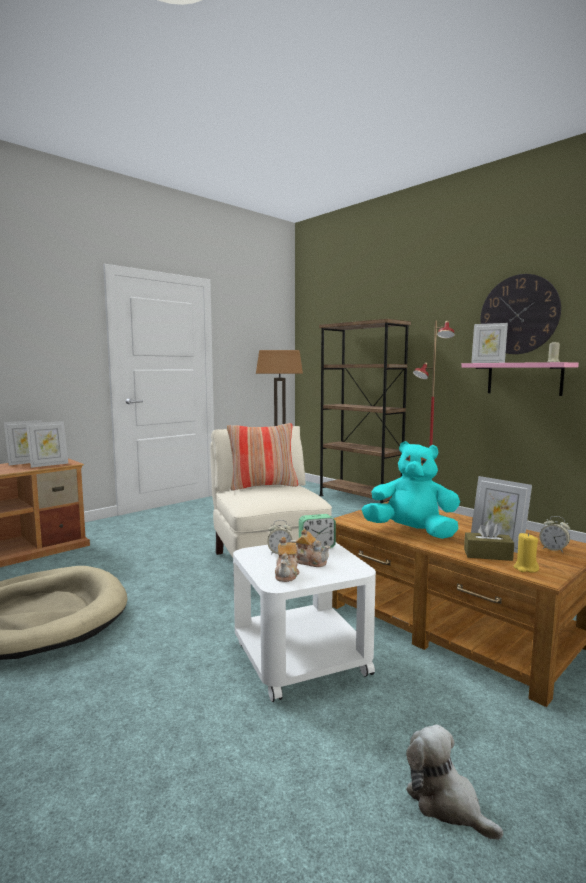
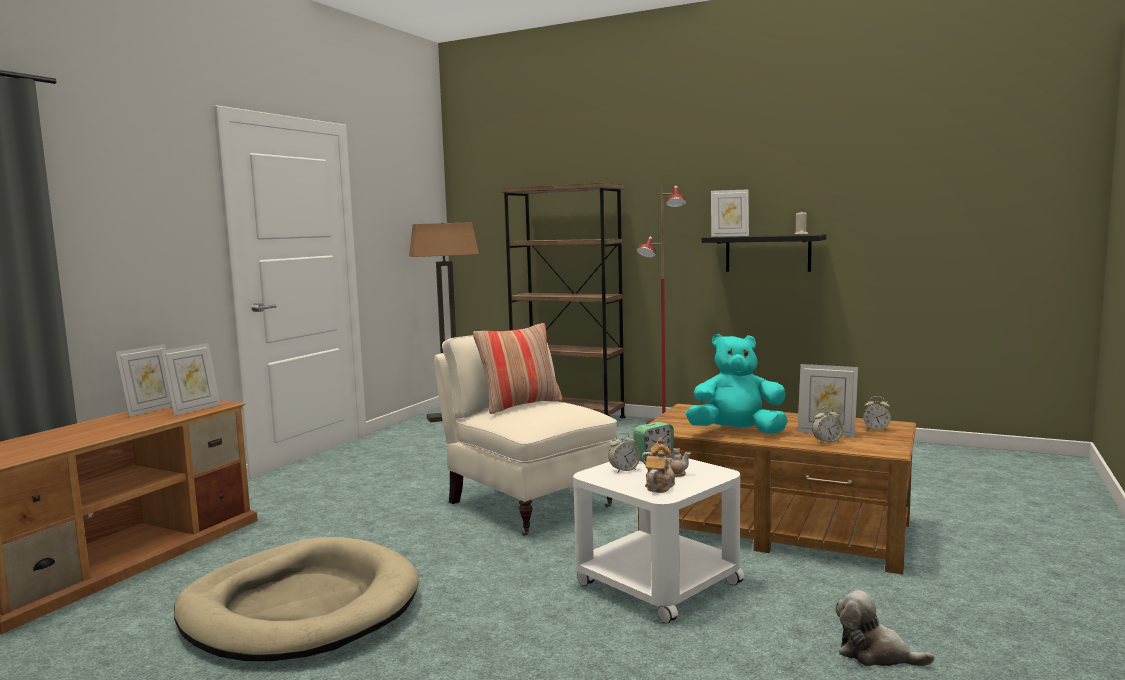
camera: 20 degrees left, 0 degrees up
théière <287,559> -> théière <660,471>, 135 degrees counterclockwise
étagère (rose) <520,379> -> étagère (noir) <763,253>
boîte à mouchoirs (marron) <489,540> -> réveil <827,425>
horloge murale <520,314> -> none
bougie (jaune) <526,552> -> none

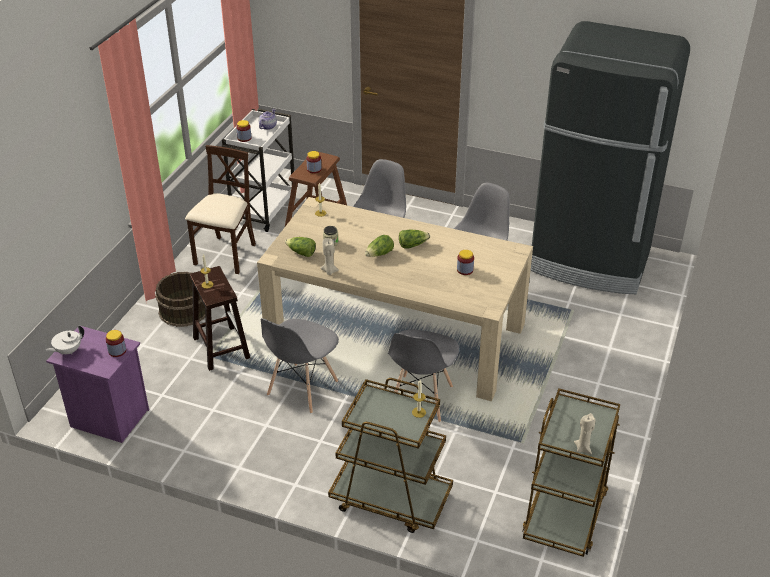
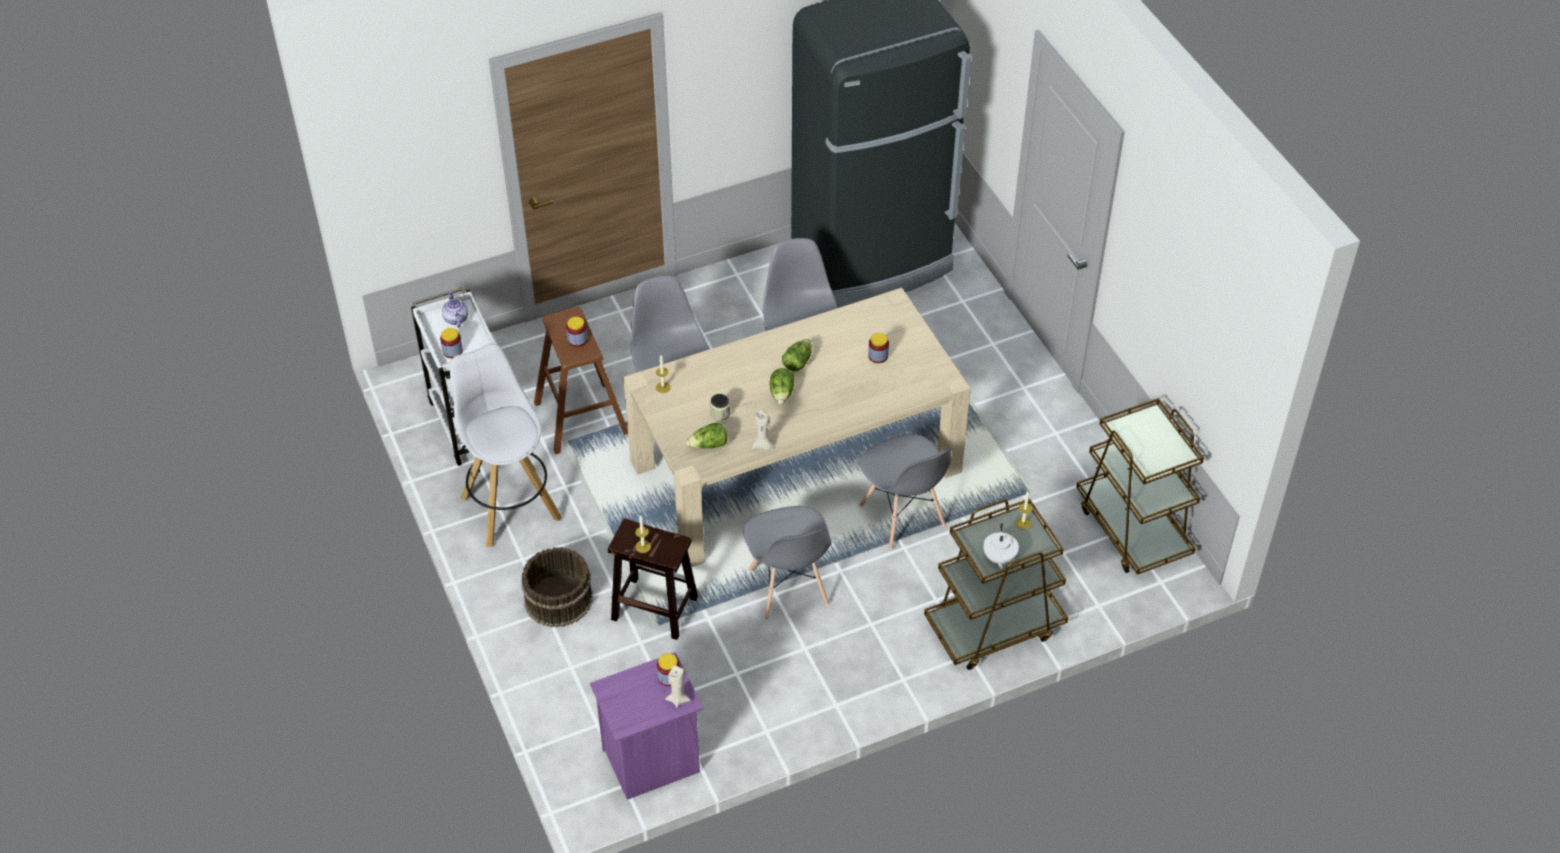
camera: 45 degrees left, 10 degrees up
théière (blanc) <64,340> -> théière (blanc) <1001,546>, moved
chaise (beige) <220,209> -> tabouret (blanc) <506,445>
bougie (beige) <584,433> -> bougie (beige) <678,686>, moved

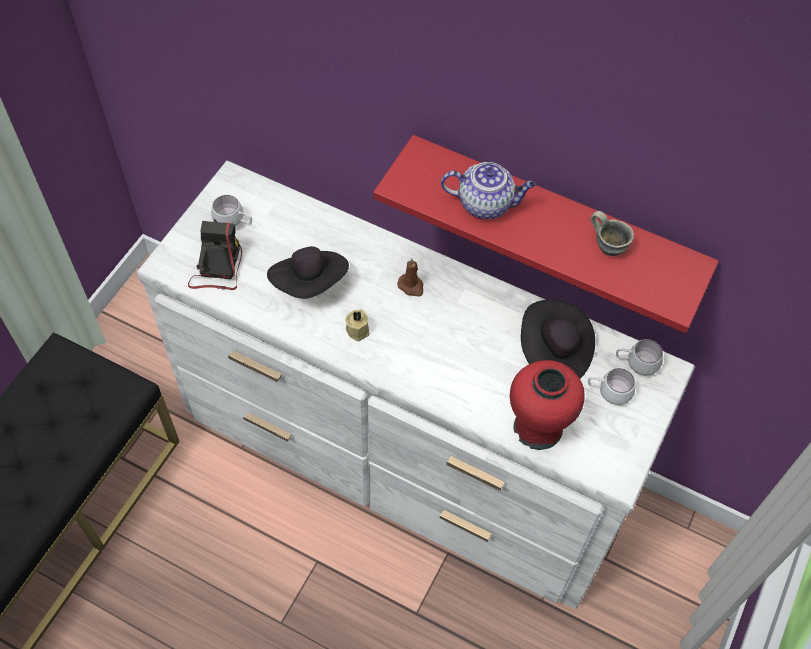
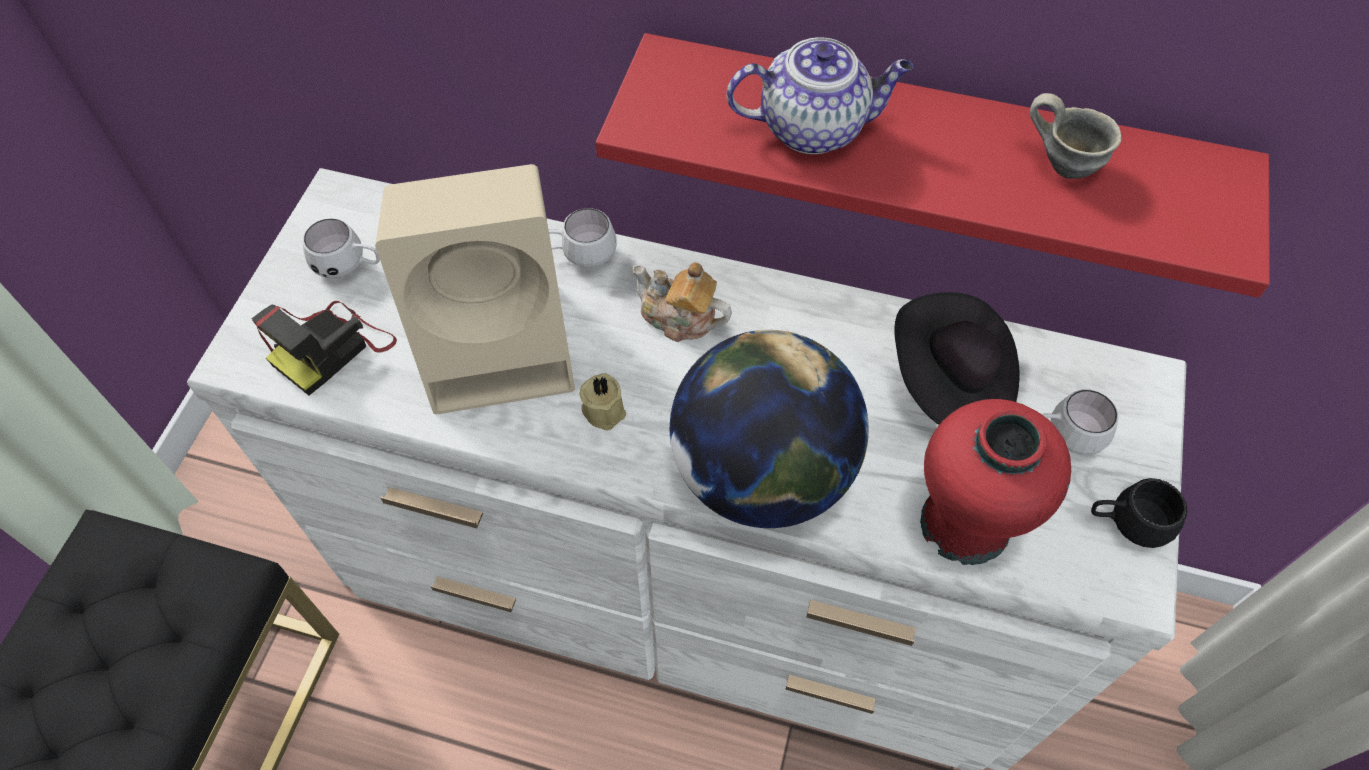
camera: 10 degrees left, 0 degrees up
appareil photo <215,255> -> appareil photo <324,348>, 135 degrees counterclockwise
chapeau (noir) <308,272> -> enceinte (beige) <475,289>
bougie (marron) <410,278> -> théière <682,302>
mug (blanc) <639,357> -> mug (blanc) <583,238>, moved
none -> globe <769,429>
none -> mug (noir) <1139,513>

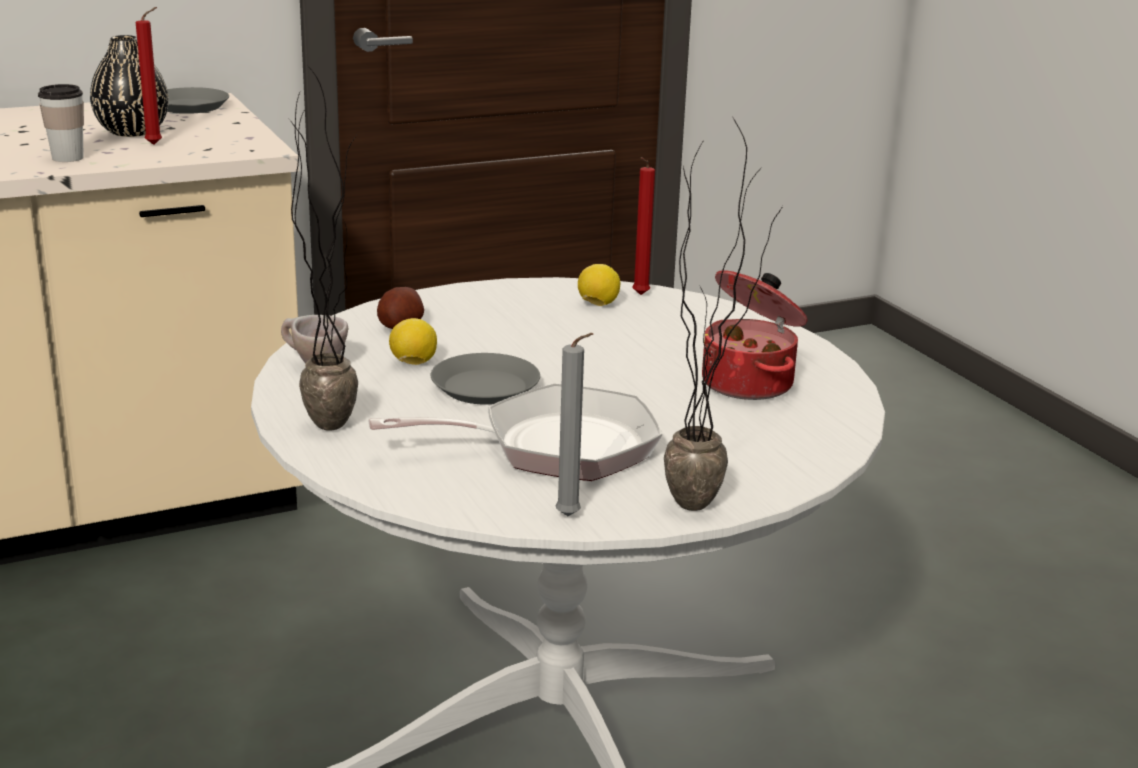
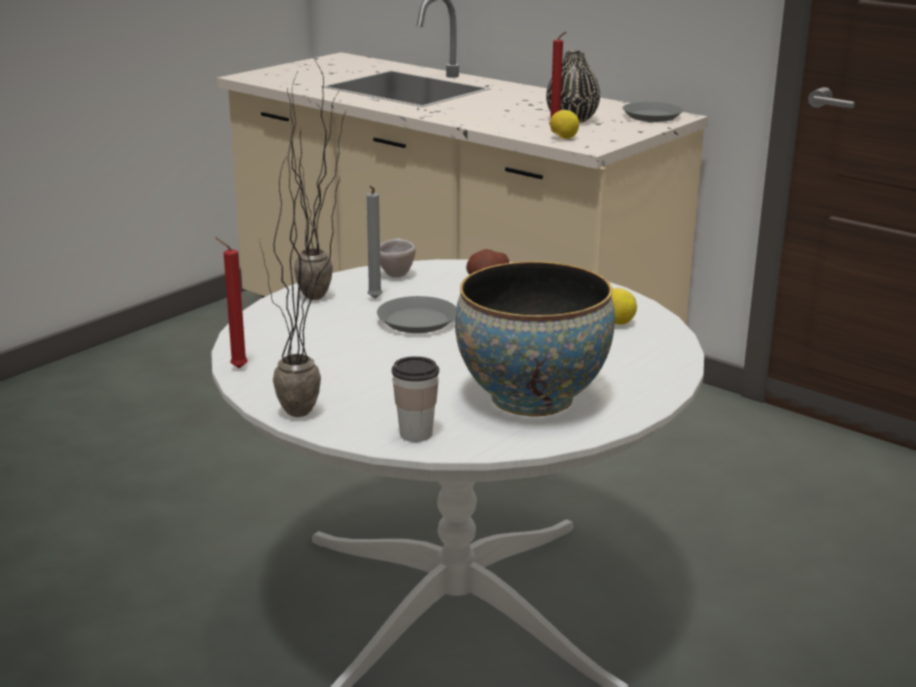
camera: 65 degrees right, 0 degrees up
tasse <61,123> -> tasse <415,399>, moved
poêle <515,432> -> none
citron <413,341> -> citron <564,124>, moved
bougie (gris) <574,424> -> bougie (gris) <374,242>, moved
bougie (rouge) <643,226> -> bougie (rouge) <231,302>, moved
marmite <754,335> -> bol <535,338>

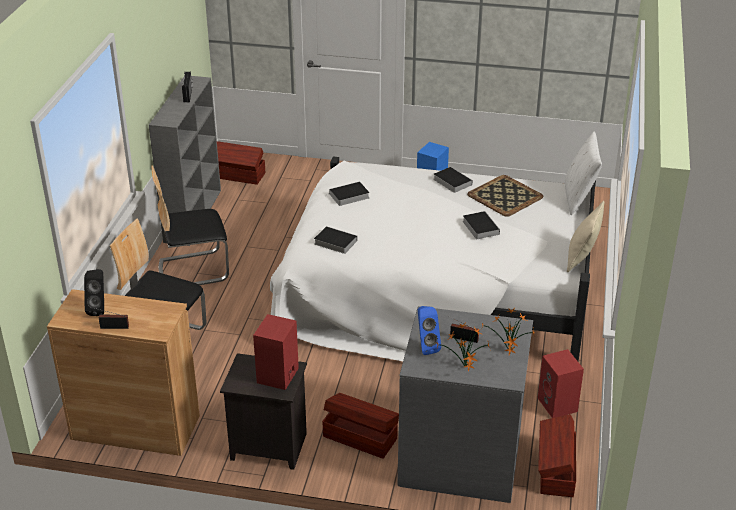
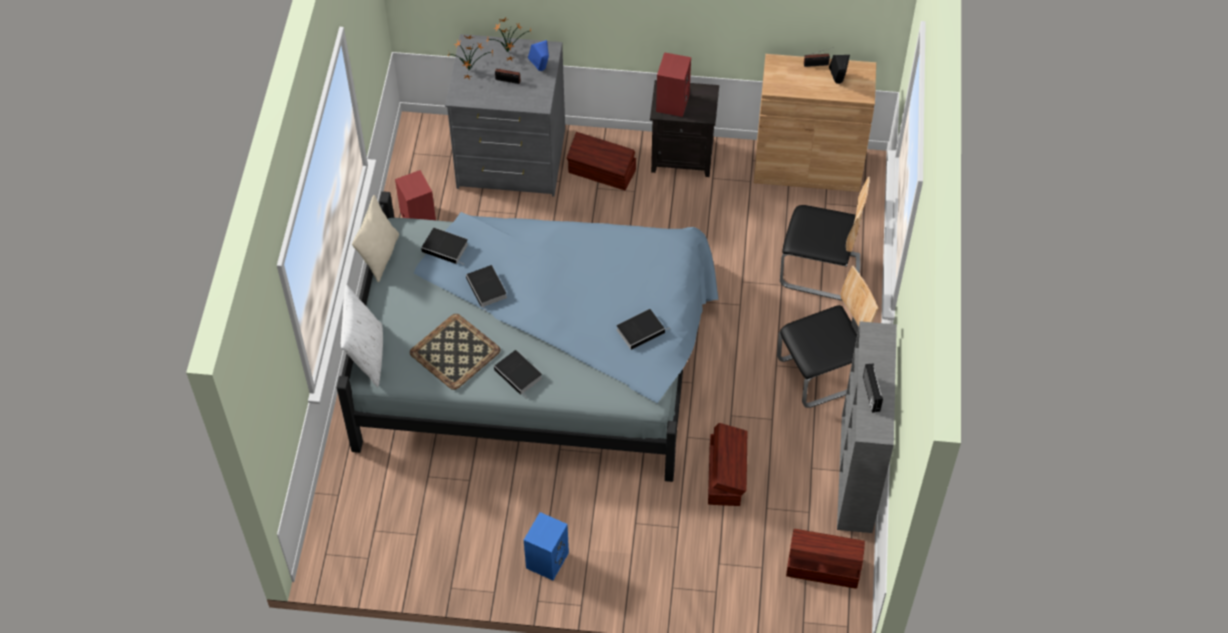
camera: 175 degrees right, 20 degrees up
lit (blanc) <433,258> -> lit (bleu) <527,336>
livre <335,240> -> livre <444,246>, moved
boîte de rangement (marron) <557,455> -> boîte de rangement (marron) <727,464>, moved

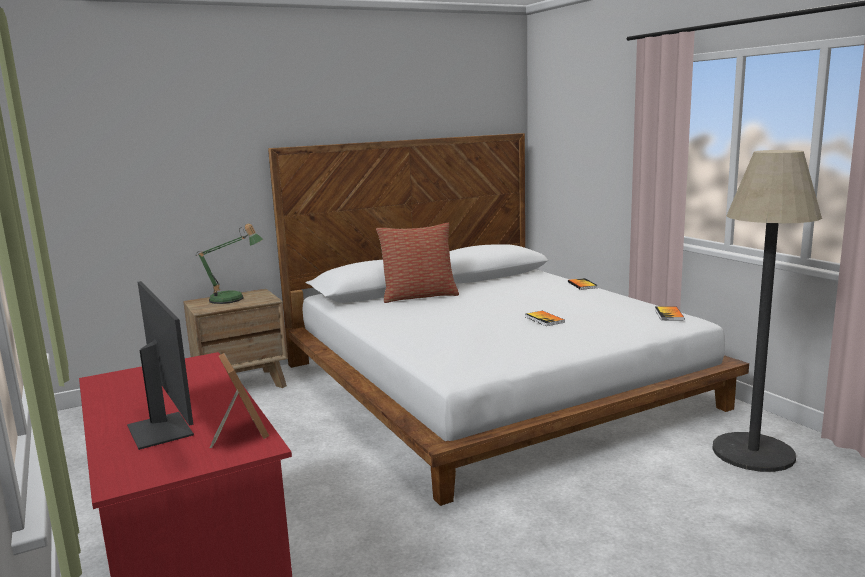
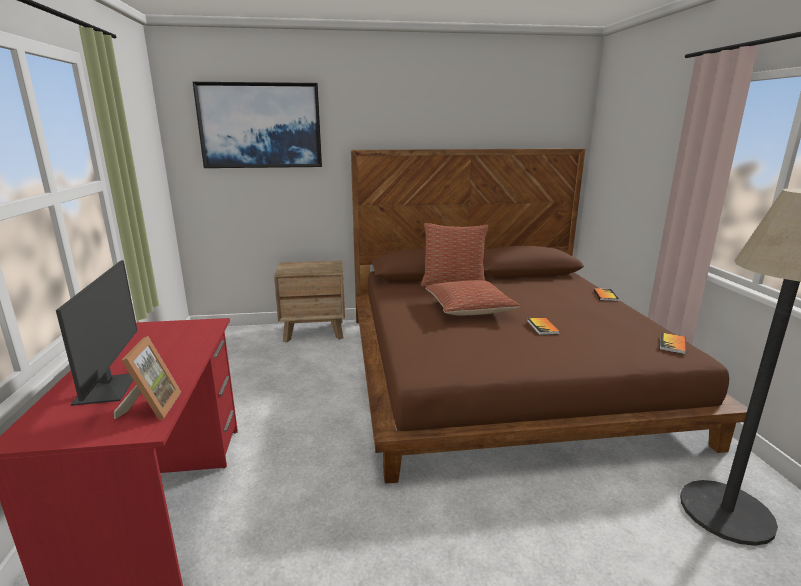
camera: 20 degrees right, 5 degrees up
lampe de table <229,263> -> none
lit (blanc) <508,319> -> lit (marron) <549,316>
none -> tableau <257,125>
none -> coussin <473,297>

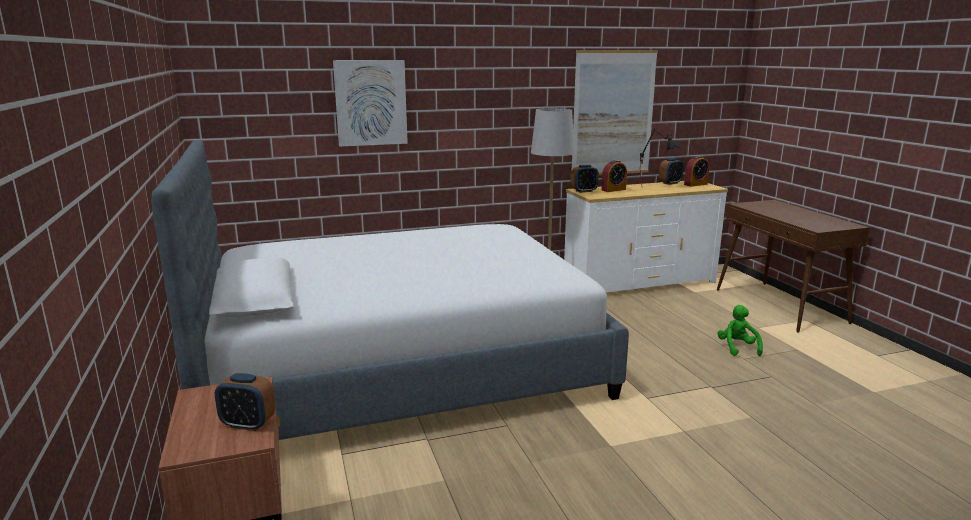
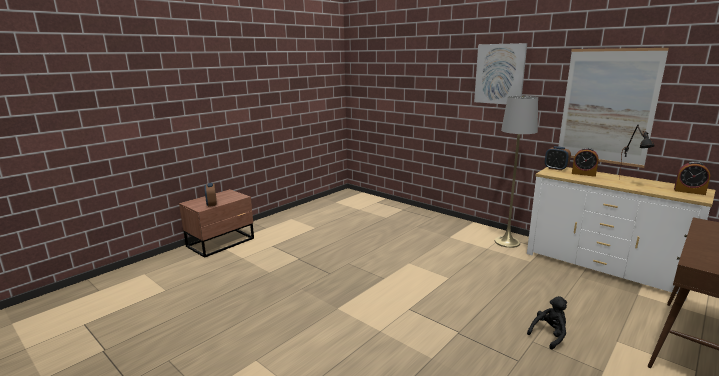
camera: 60 degrees right, 0 degrees up
lit <390,290> -> none
tableau <370,103> -> tableau <500,73>, moved
réveil <671,171> -> none
peluche (vert) <740,330> -> peluche (noir) <547,323>

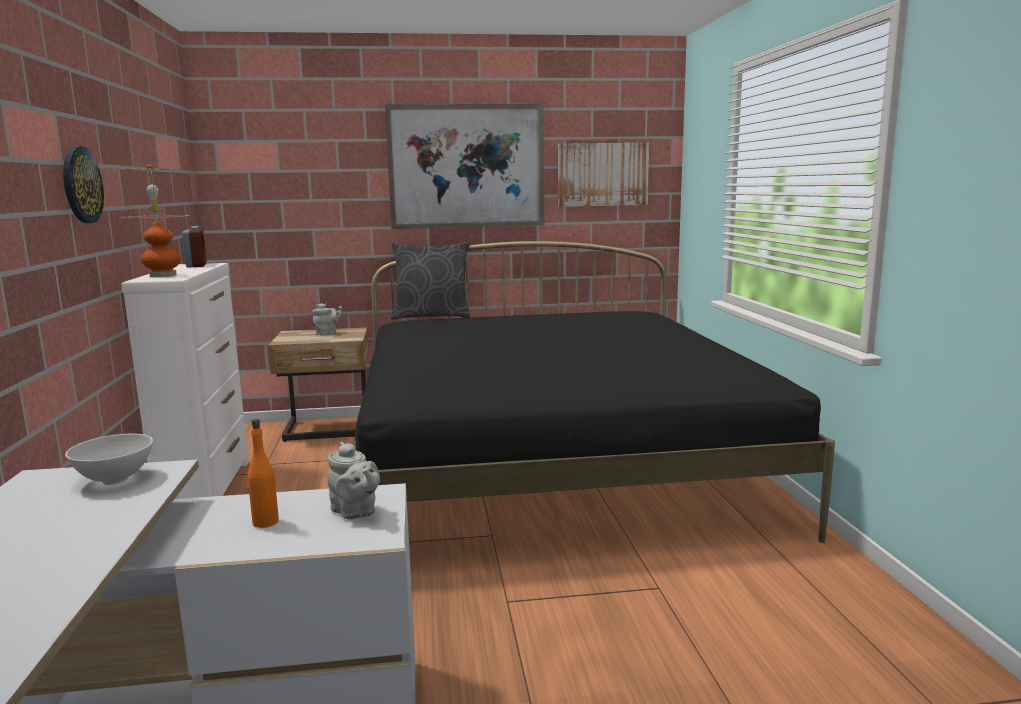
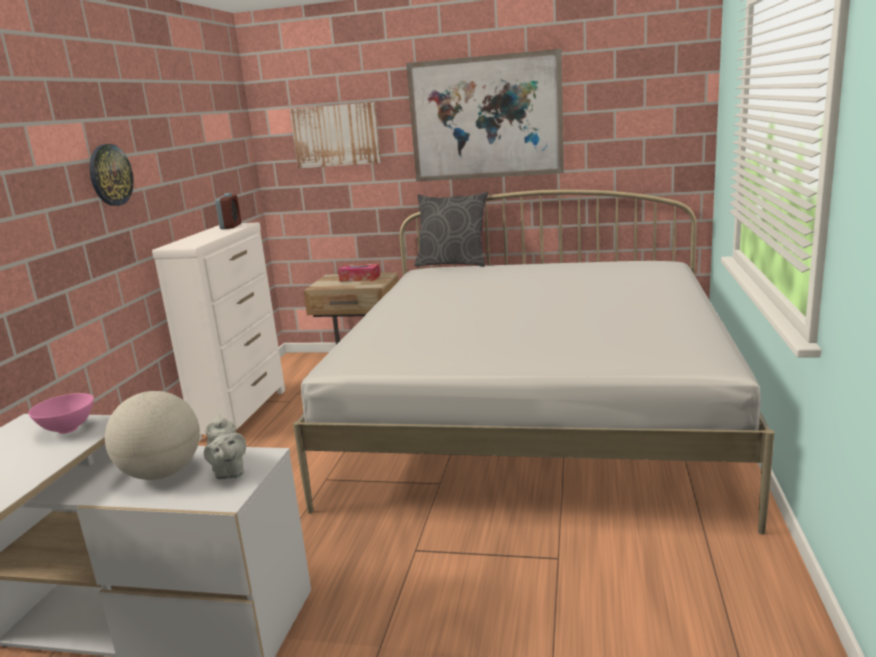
camera: 20 degrees right, 5 degrees up
bol (blanc) <109,459> -> bol (rose) <61,413>
lampe de table <155,221> -> none
bouteille (orange) <263,473> -> globe <152,435>
théière (gris) <327,319> -> boîte à mouchoirs <359,272>
lit (noir) <595,392> -> lit (blanc) <533,362>
tableau <603,175> -> tableau <335,135>, moved

